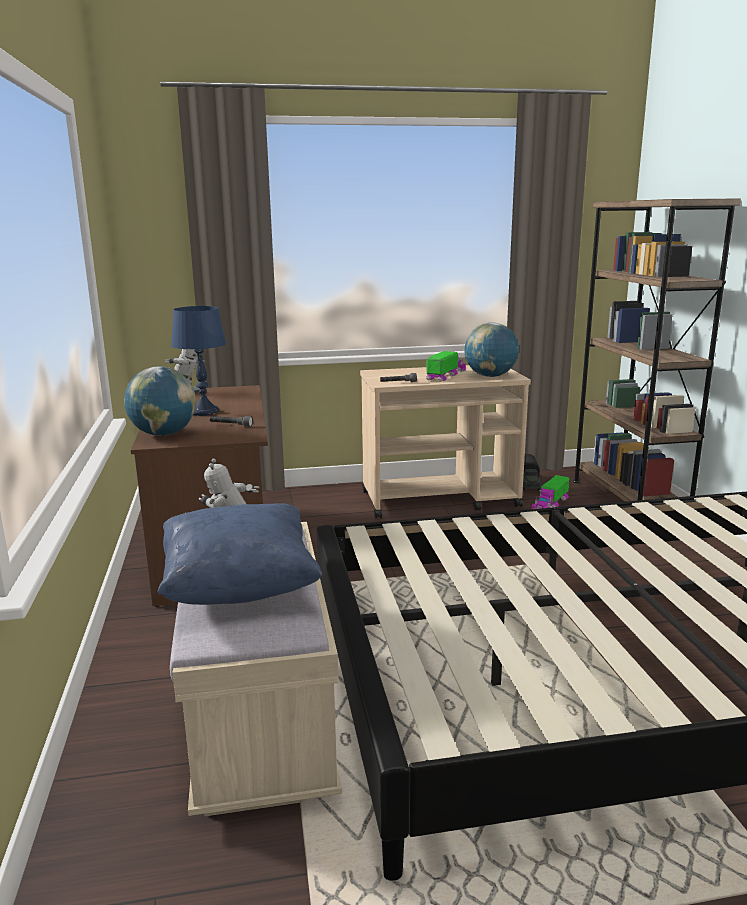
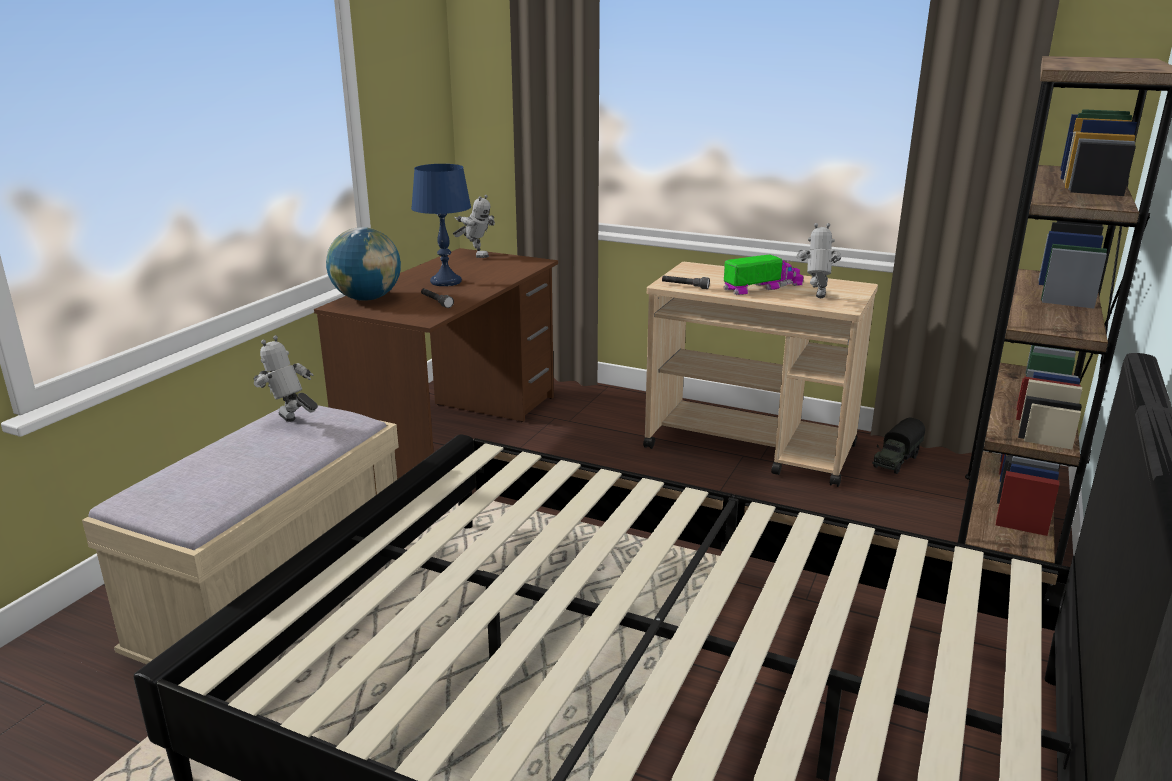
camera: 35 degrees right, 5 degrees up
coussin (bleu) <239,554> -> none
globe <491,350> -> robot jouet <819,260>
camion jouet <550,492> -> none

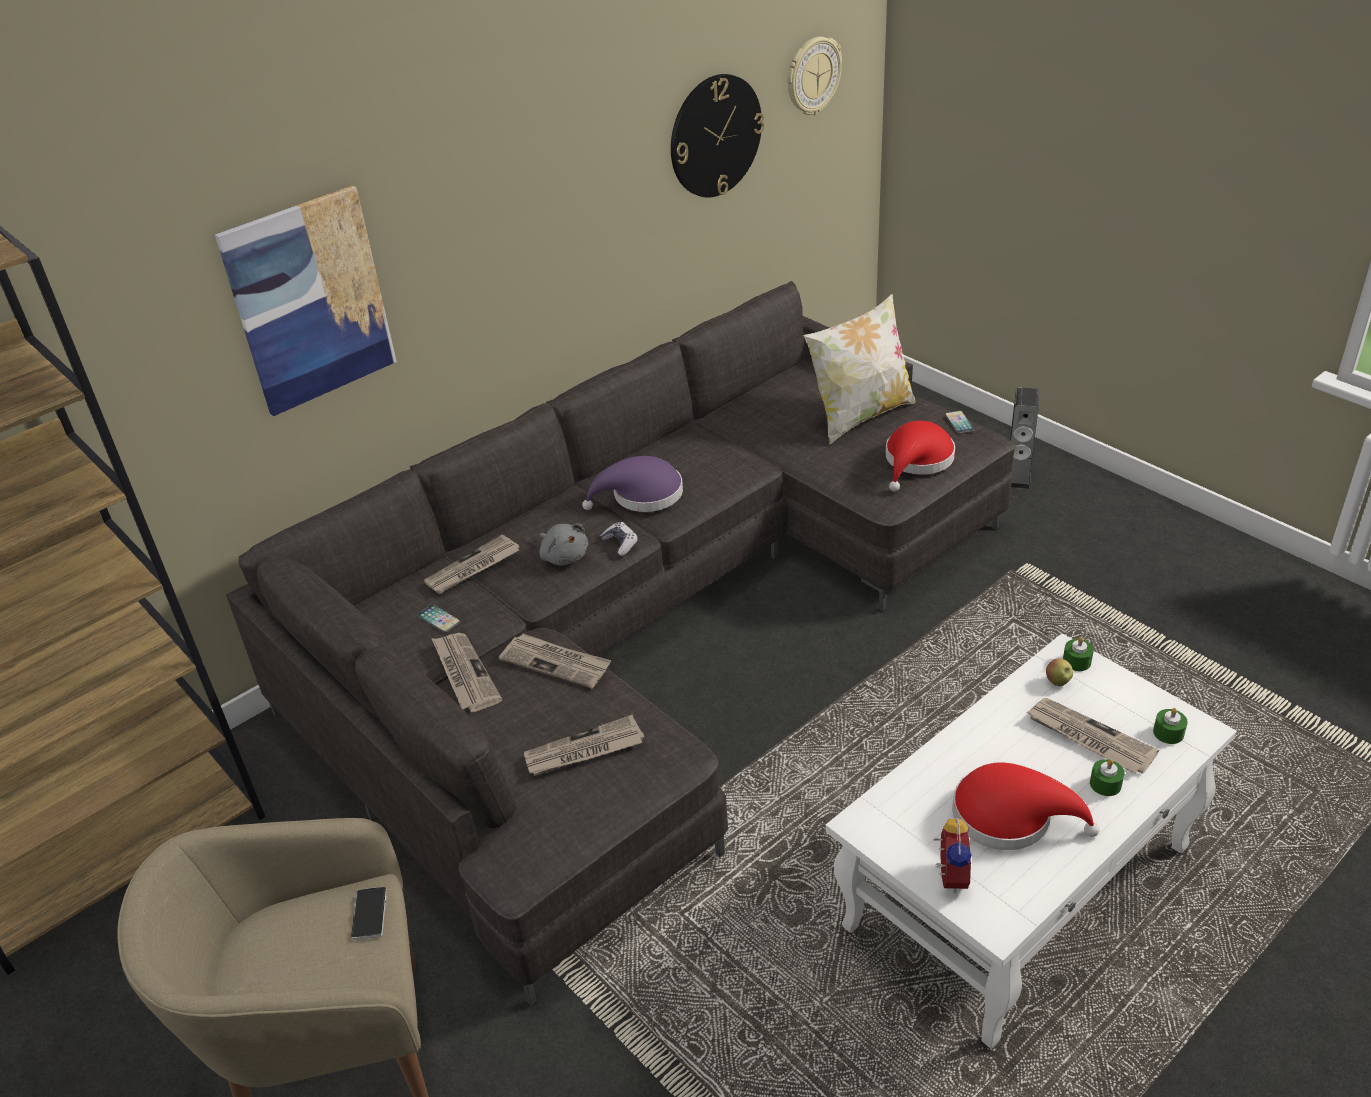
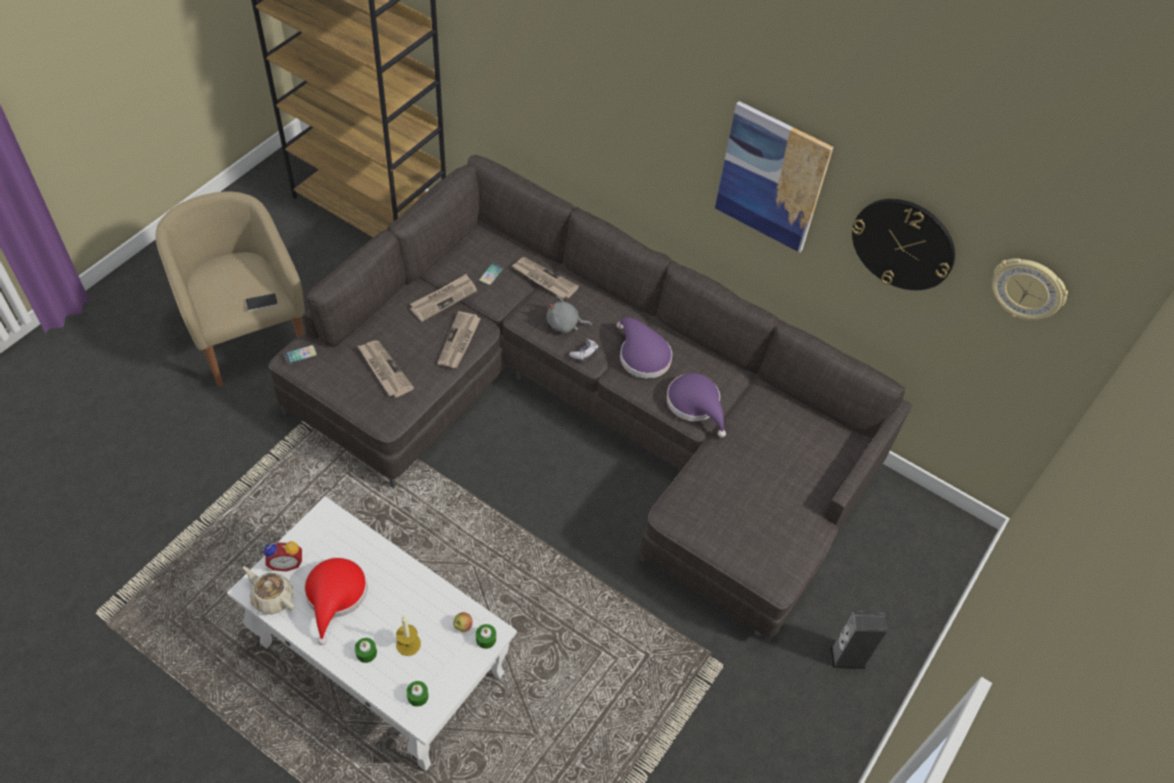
camera: 70 degrees right, 15 degrees up
tableau <306,301> -> tableau <774,177>, moved
peluche (gris) <564,544> -> peluche (gris) <569,314>, 60 degrees clockwise
coussin <859,369> -> none
chapeau (rouge) <920,456> -> none
téléphone <959,422> -> téléphone <300,354>, moved
journal <1092,736> -> bougie <408,636>
none -> théière (beige) <268,590>
none -> chapeau (violet) <696,405>

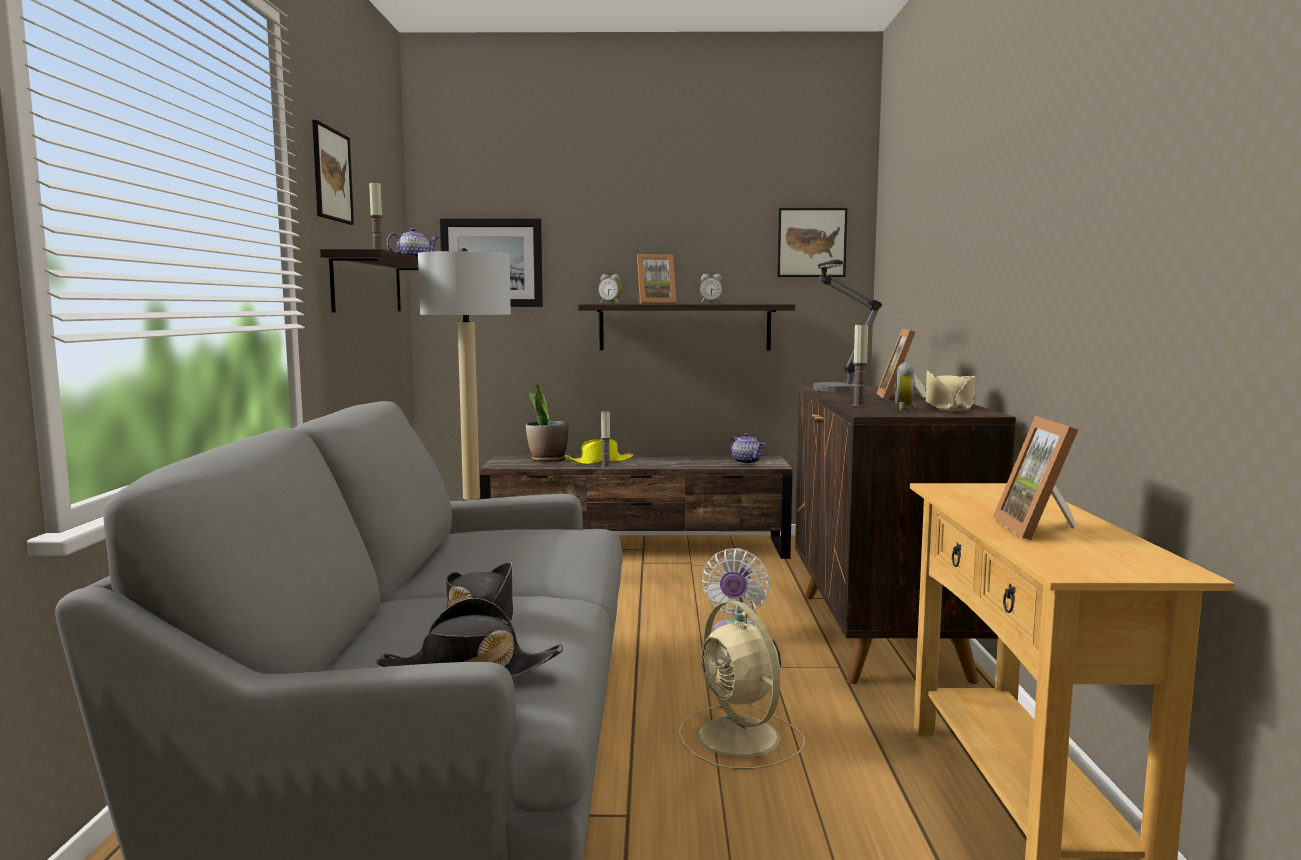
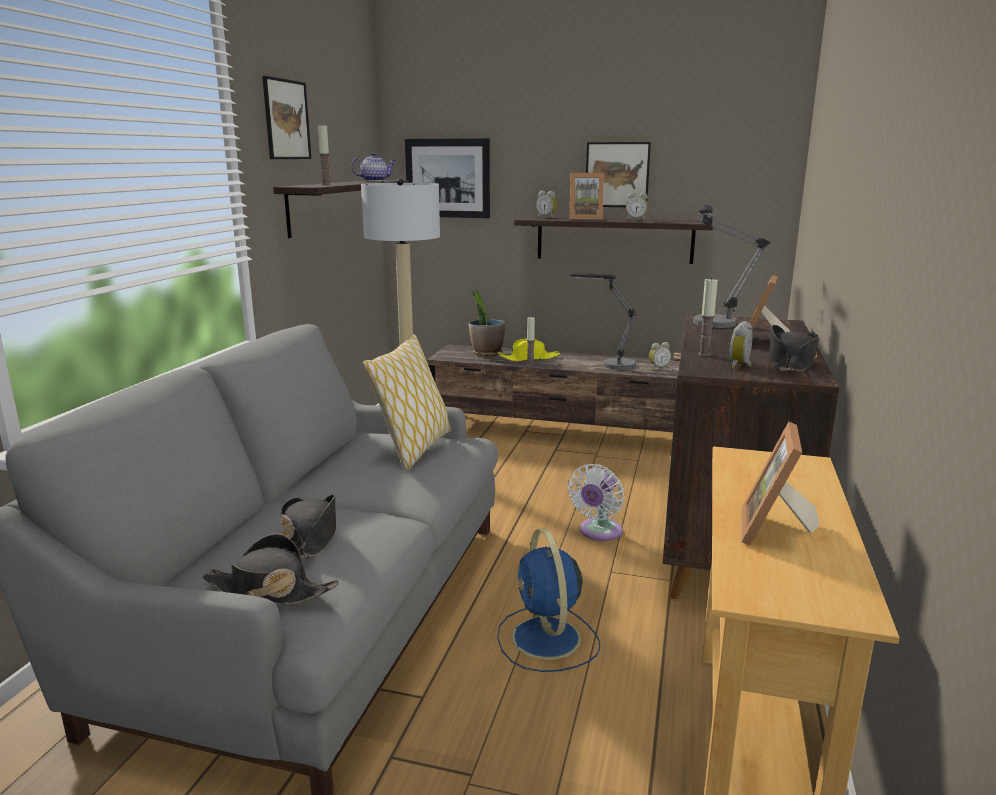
camera: 15 degrees right, 10 degrees up
ventilateur (beige) <741,685> -> ventilateur (bleu) <548,600>
théière <747,448> -> réveil <660,356>
tableau <812,242> -> tableau <618,174>, moved
chapeau (beige) <951,390> -> chapeau (noir) <794,348>
none -> coussin <406,402>
none -> lampe de table <602,321>

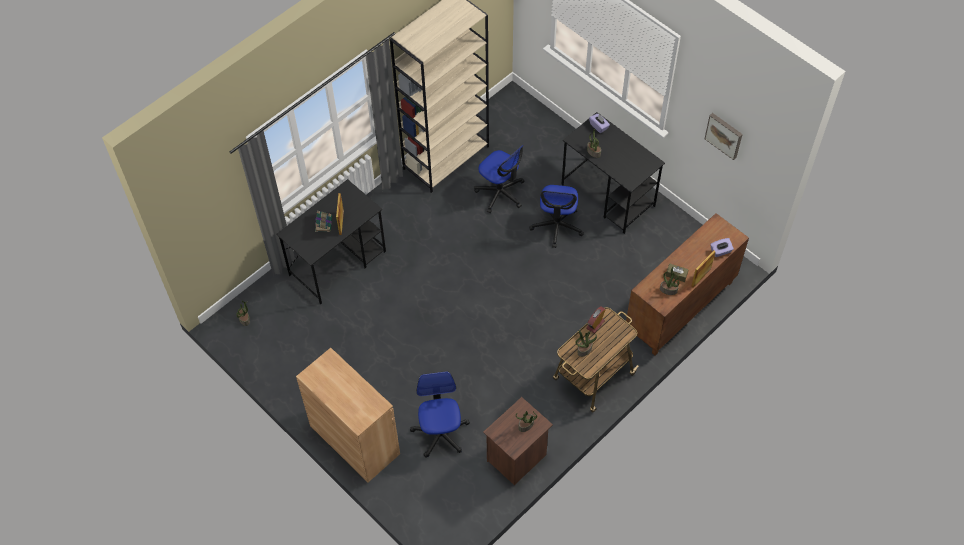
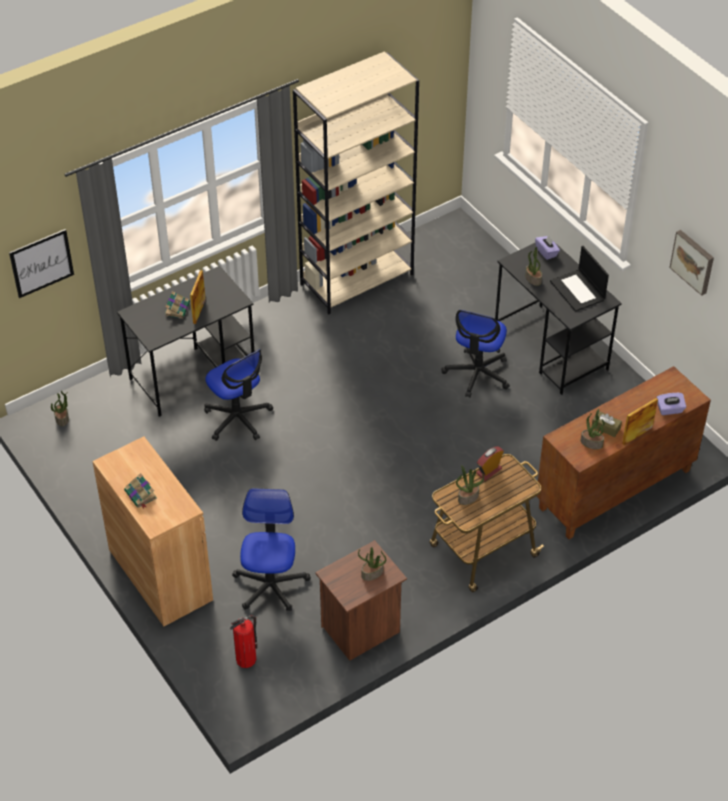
camera: 10 degrees right, 10 degrees down
chaise de bureau <499,179> -> chaise de bureau <238,395>, moved
none -> tableau <41,263>
none -> livre <140,491>
none -> extincteur <243,642>
none -> ordinateur portable <579,279>

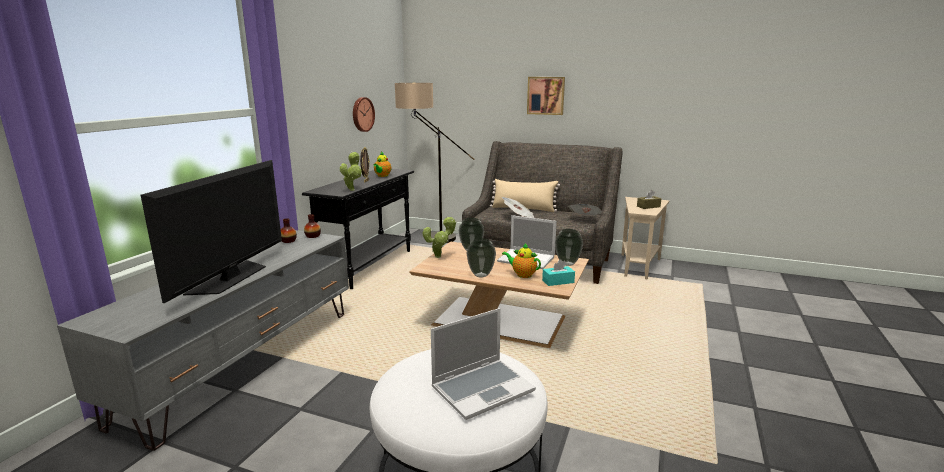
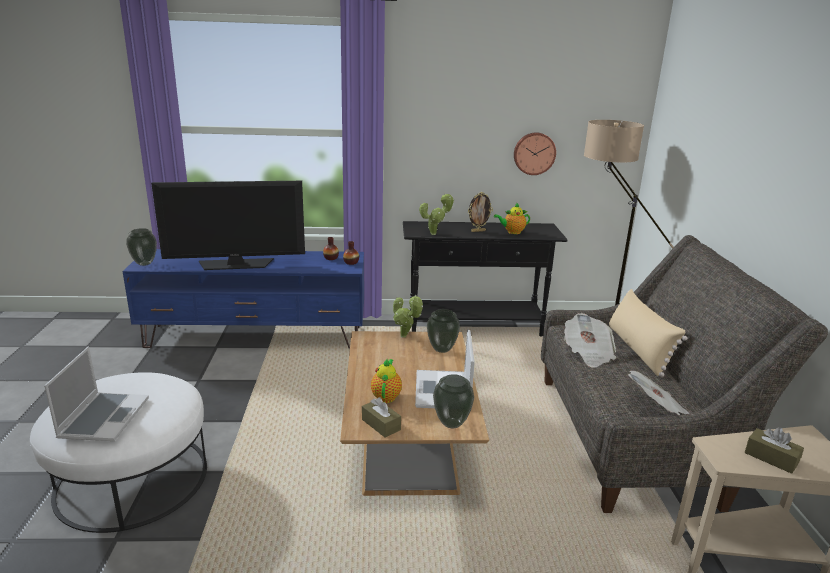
camera: 65 degrees right, 5 degrees up
meuble télé (gris) <203,340> -> meuble télé (bleu) <243,299>
ordinateur portable <483,364> -> ordinateur portable <96,394>, 120 degrees counterclockwise
vase <481,257> -> vase <141,247>, moved
tableau <546,96> -> none
boîte à mouchoirs (turquoise) <558,272> -> boîte à mouchoirs (marron) <381,417>

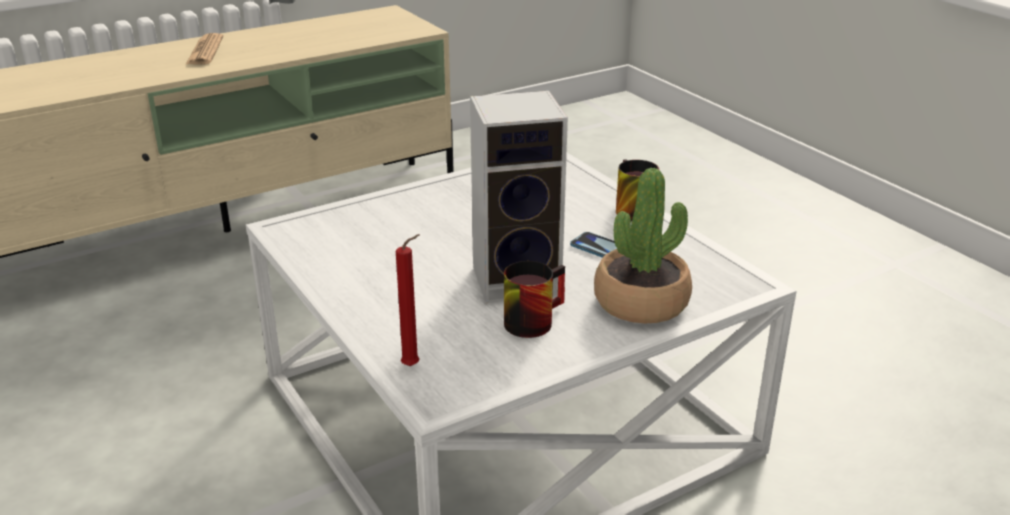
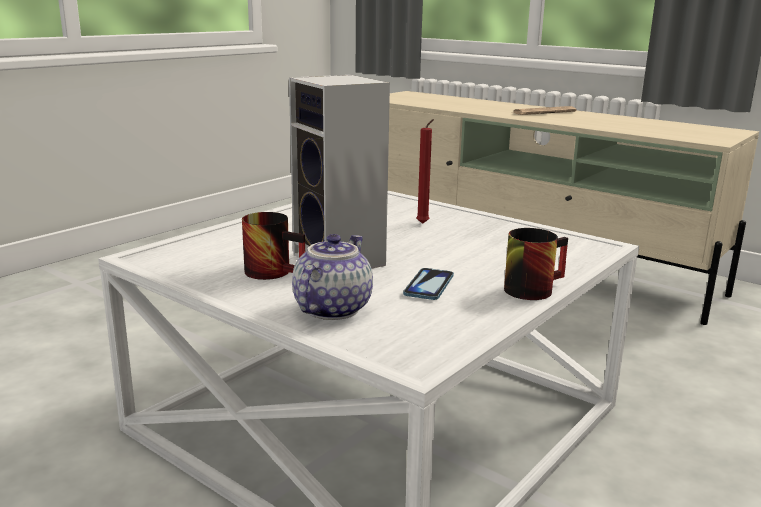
camera: 70 degrees right, 10 degrees down
bougie (rouge) <408,300> -> bougie (rouge) <425,171>, moved
plante en pot <643,245> -> théière <332,277>

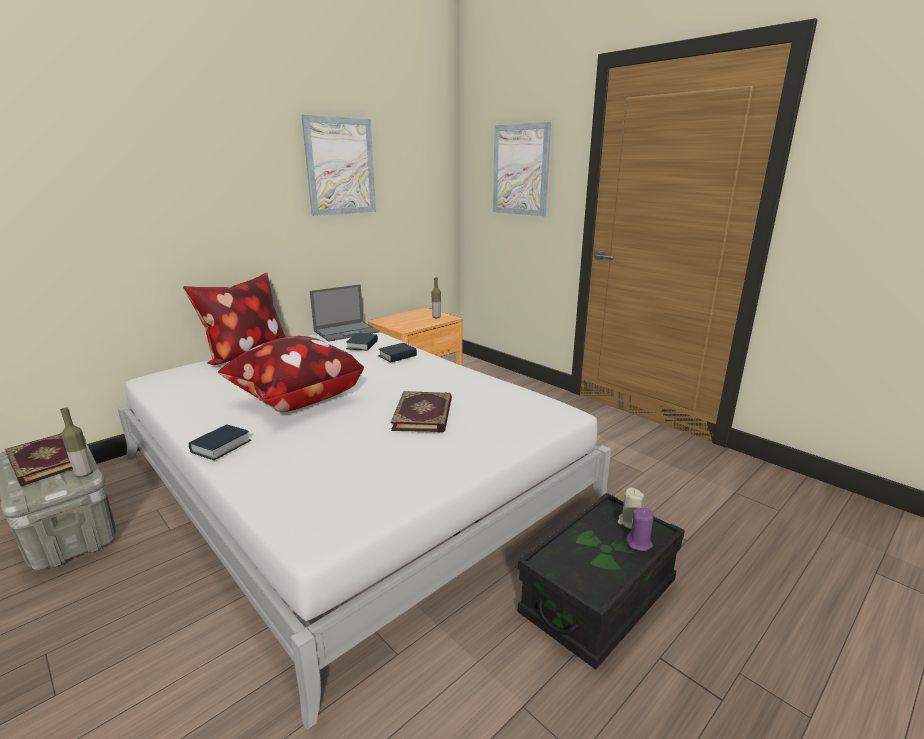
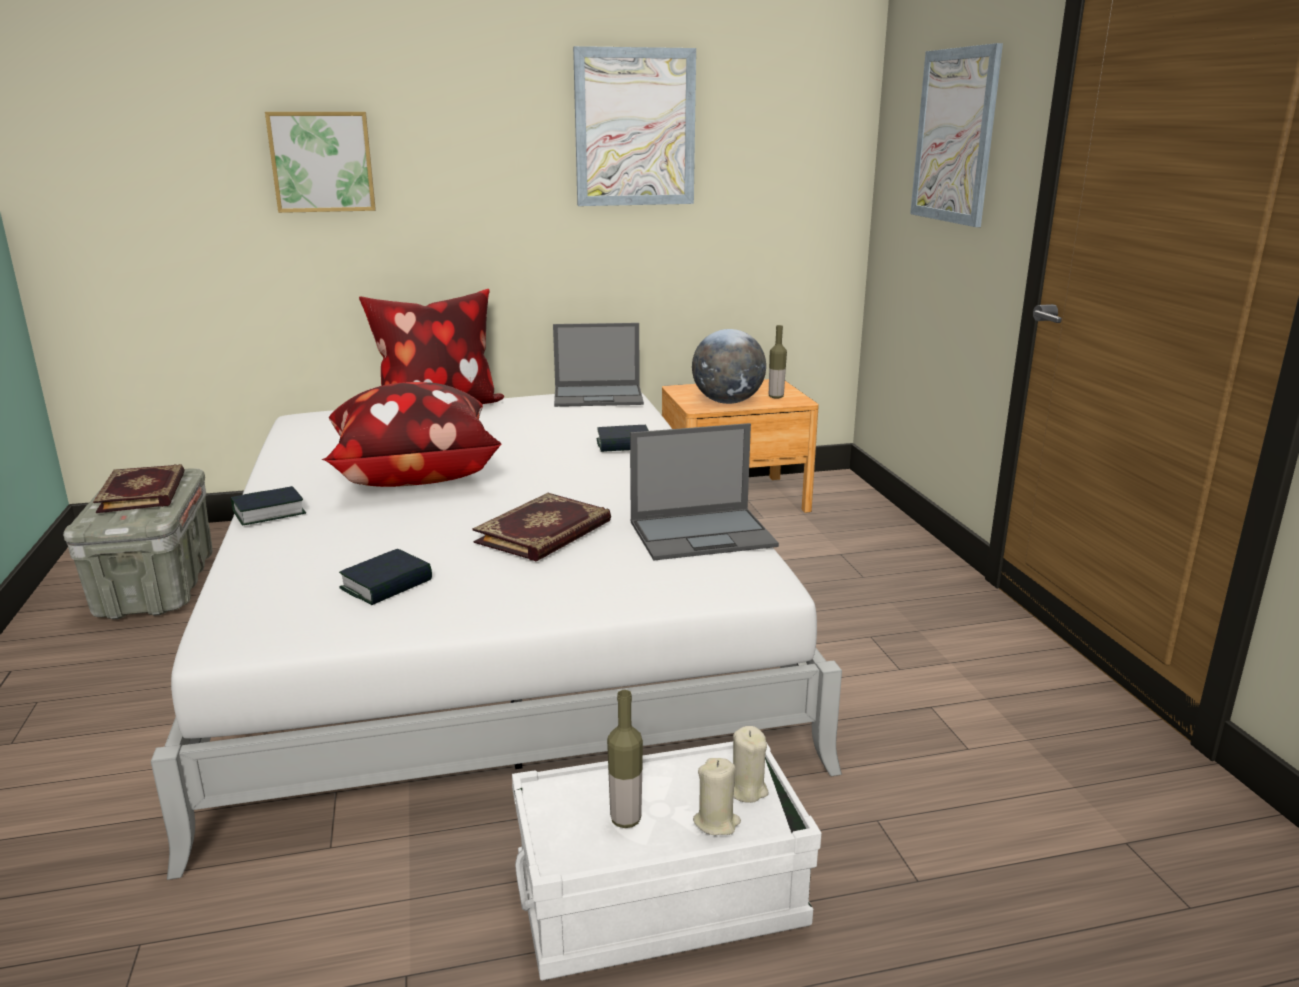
camera: 30 degrees right, 0 degrees up
bouteille <76,443> -> bouteille <625,759>, moved
livre <362,342> -> livre <385,577>, moved
boîte de rangement (noir) <601,581> -> boîte de rangement (blanc) <667,861>
bougie (violet) <640,529> -> bougie (beige) <717,796>
none -> tableau <320,162>
none -> ordinateur portable <704,491>
none -> globe <729,366>

